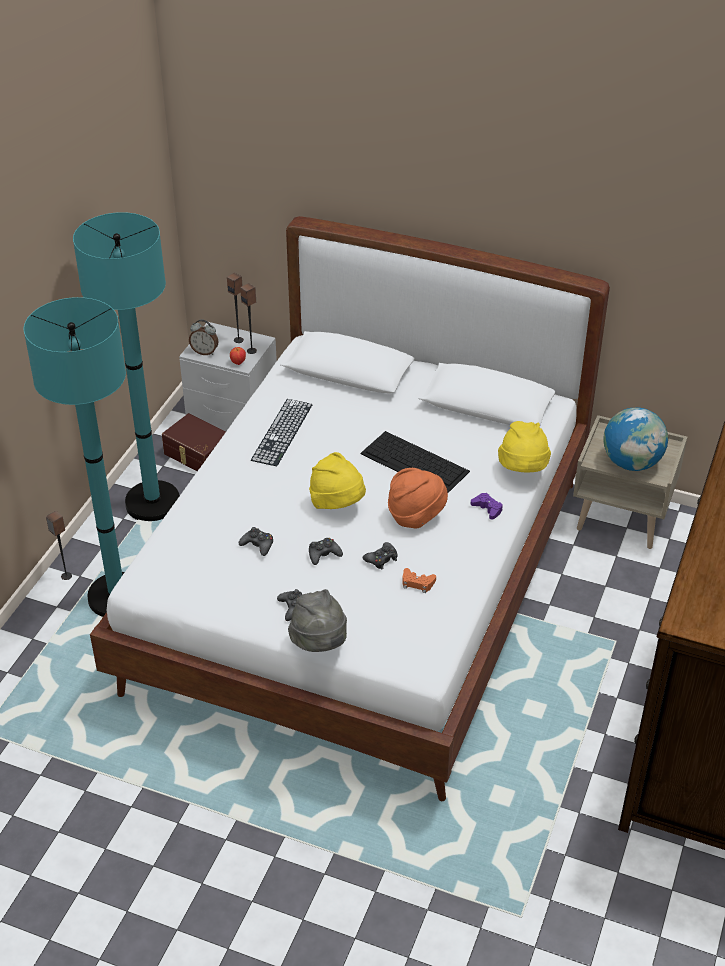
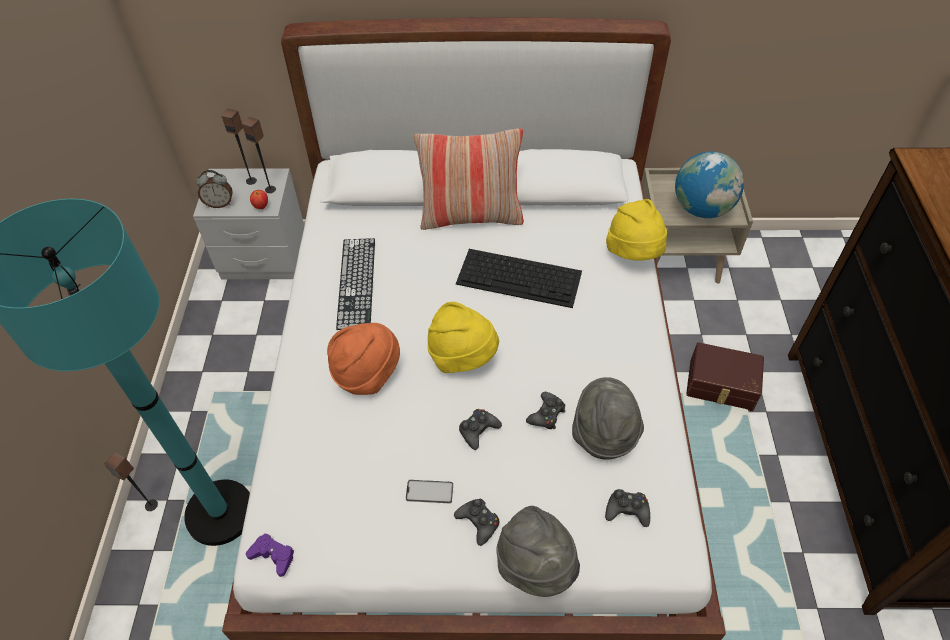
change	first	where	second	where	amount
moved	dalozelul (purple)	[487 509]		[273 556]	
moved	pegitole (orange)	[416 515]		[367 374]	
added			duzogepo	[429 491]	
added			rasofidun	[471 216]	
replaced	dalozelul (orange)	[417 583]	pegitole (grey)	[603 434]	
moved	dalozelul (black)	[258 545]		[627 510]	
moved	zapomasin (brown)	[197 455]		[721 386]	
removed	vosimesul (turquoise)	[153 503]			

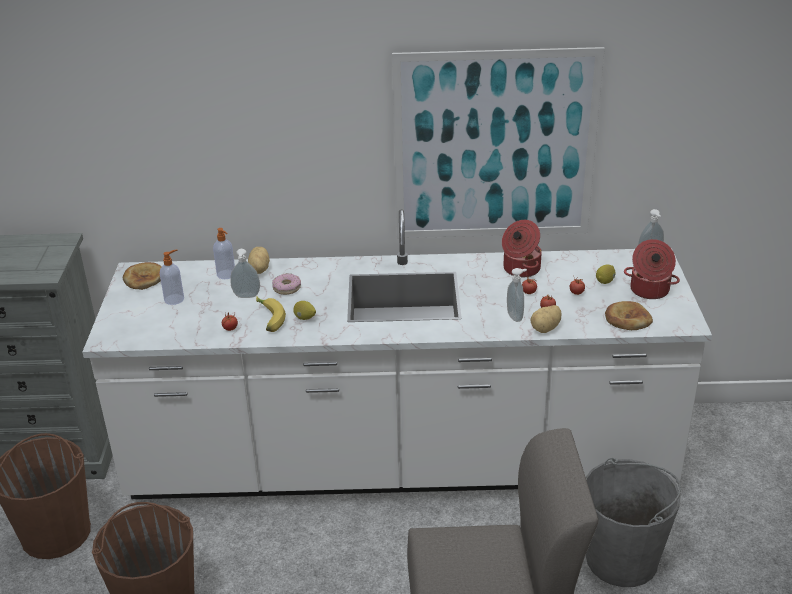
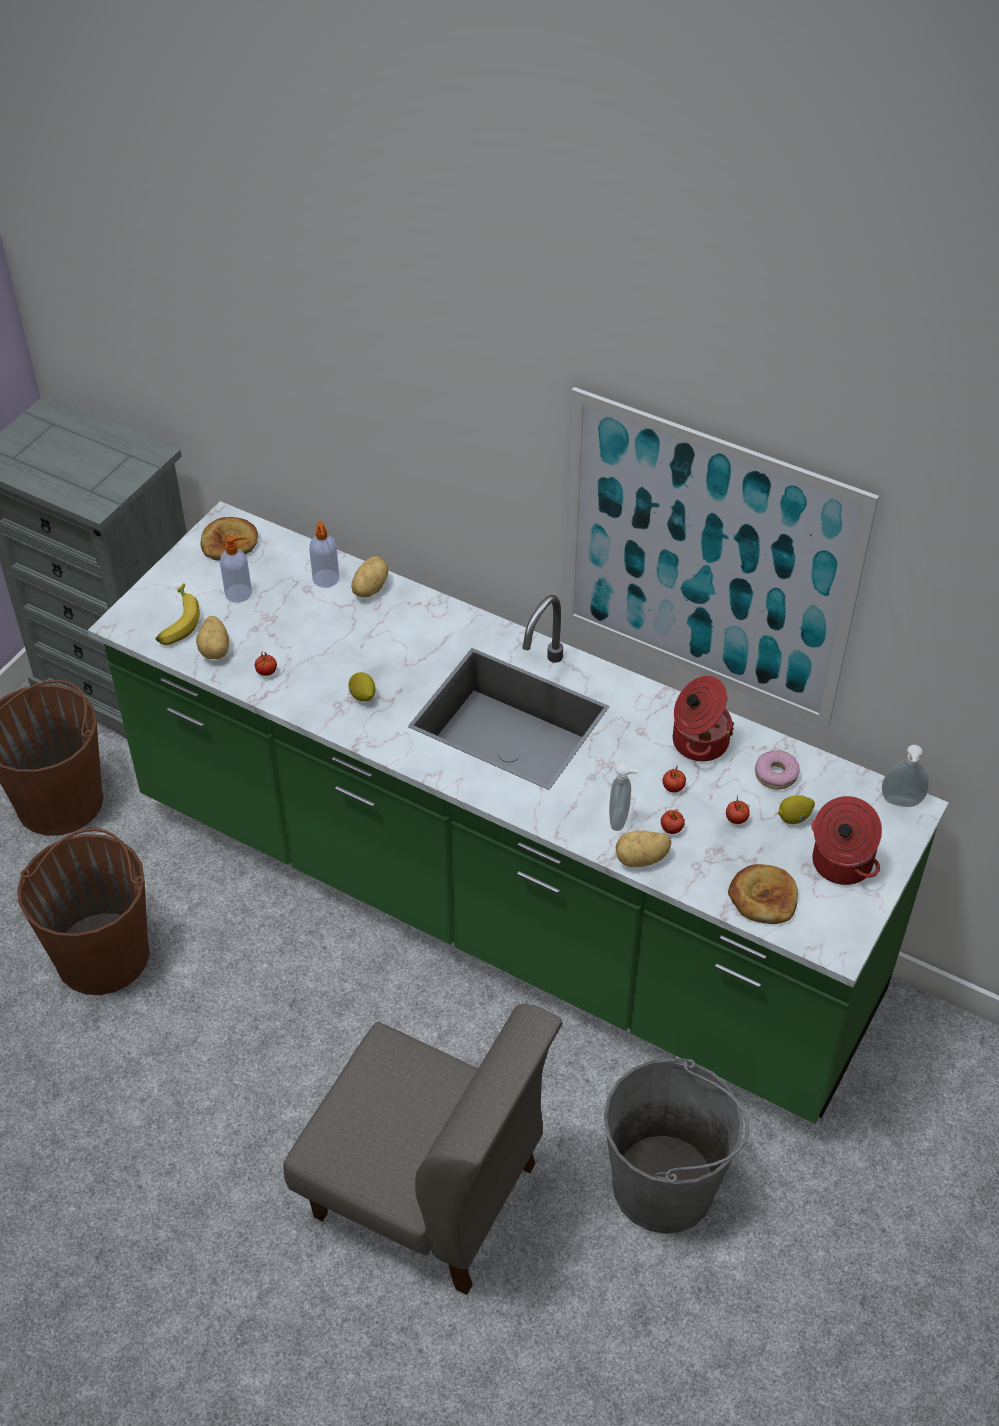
change	first	where	second	where	amount
recoloured	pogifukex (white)	[400 462]	pogifukex (green)	[499 901]	
moved	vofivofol	[268 319]		[177 622]	
added			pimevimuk	[215 649]	
moved	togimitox	[286 288]		[775 774]	
removed	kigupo	[246 296]			

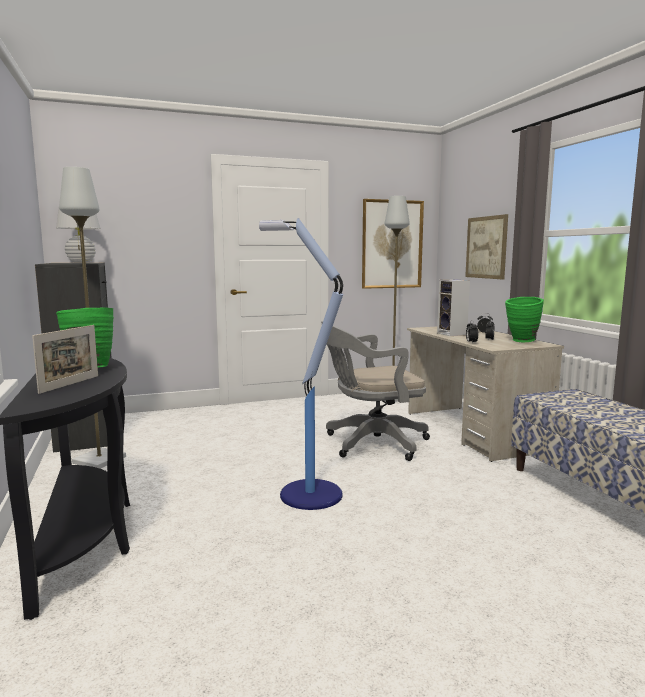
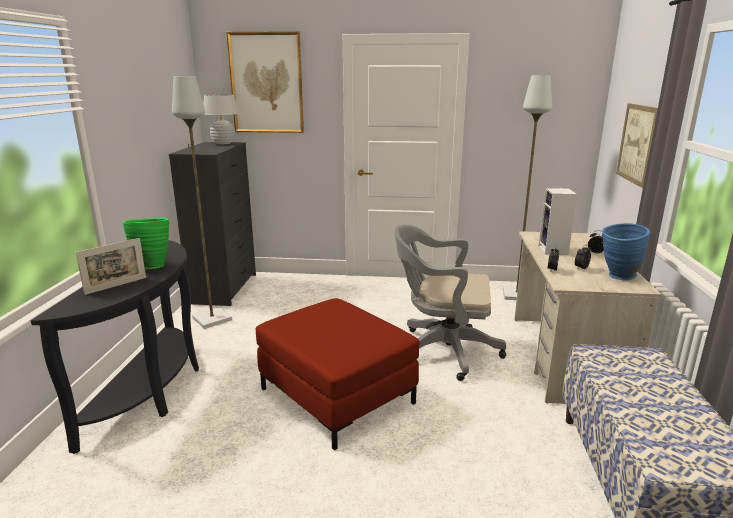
change	first	where	second	where	amount
moved	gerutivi	[392 244]		[266 83]	
replaced	vosimesul	[308 494]	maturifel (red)	[335 396]	
recoloured	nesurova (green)	[521 341]	nesurova (blue)	[617 277]	

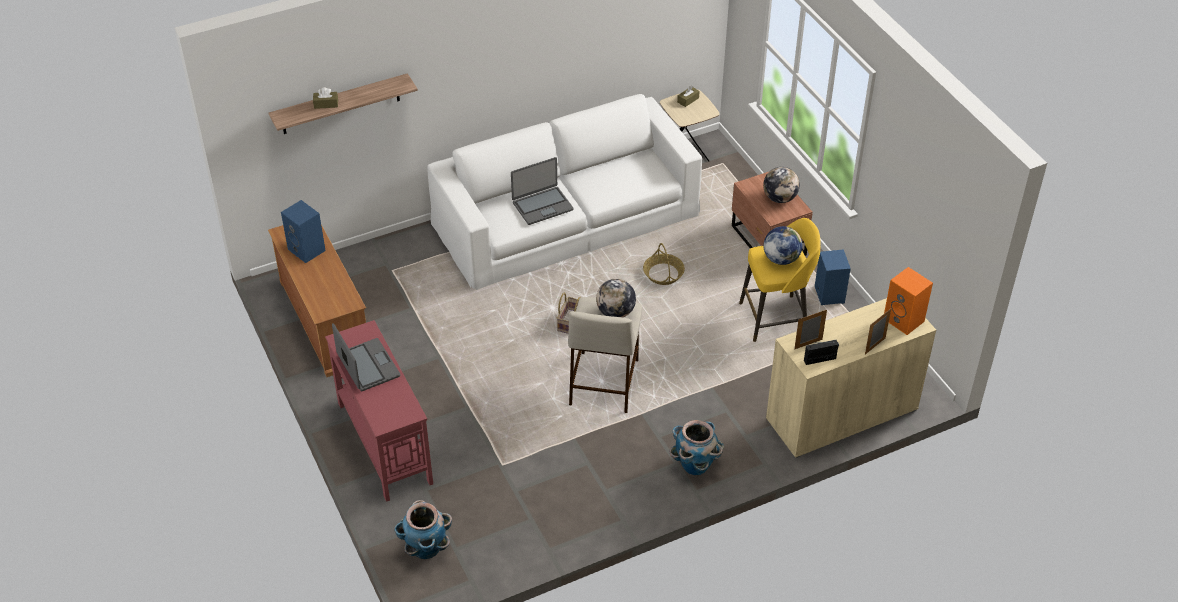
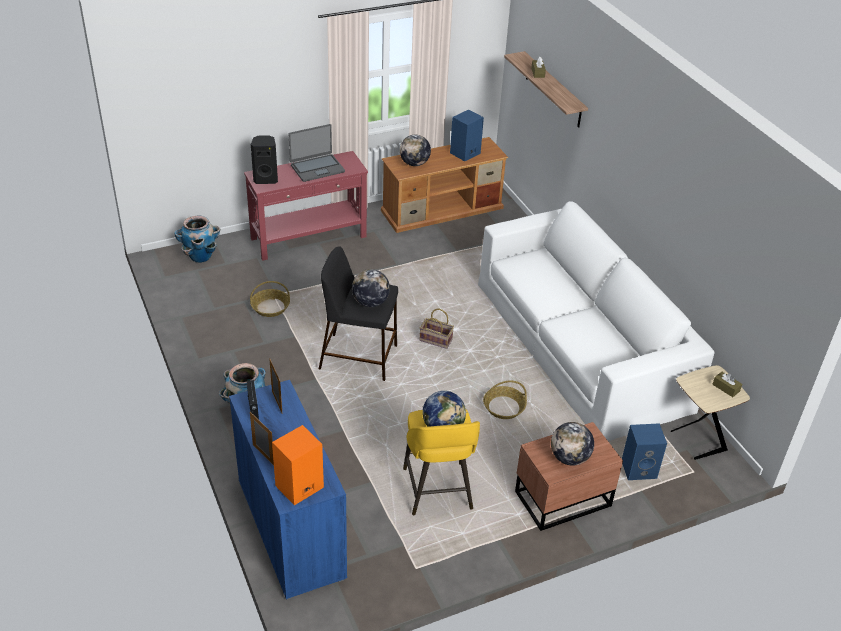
change	first	where	second	where	amount
recoloured	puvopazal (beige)	[841 414]	puvopazal (blue)	[291 529]	
added			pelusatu	[270 307]	
added			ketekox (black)	[266 179]	
recoloured	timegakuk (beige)	[604 381]	timegakuk (black)	[359 357]	
added			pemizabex	[414 164]	
moved	ketekox (blue)	[828 294]		[639 469]	
removed	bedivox	[542 206]			

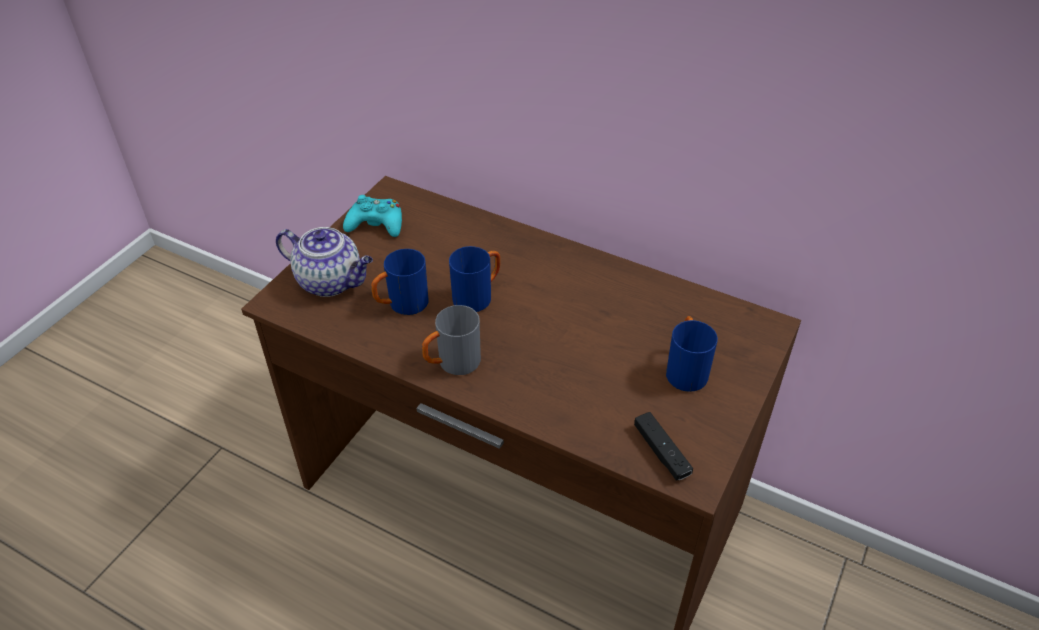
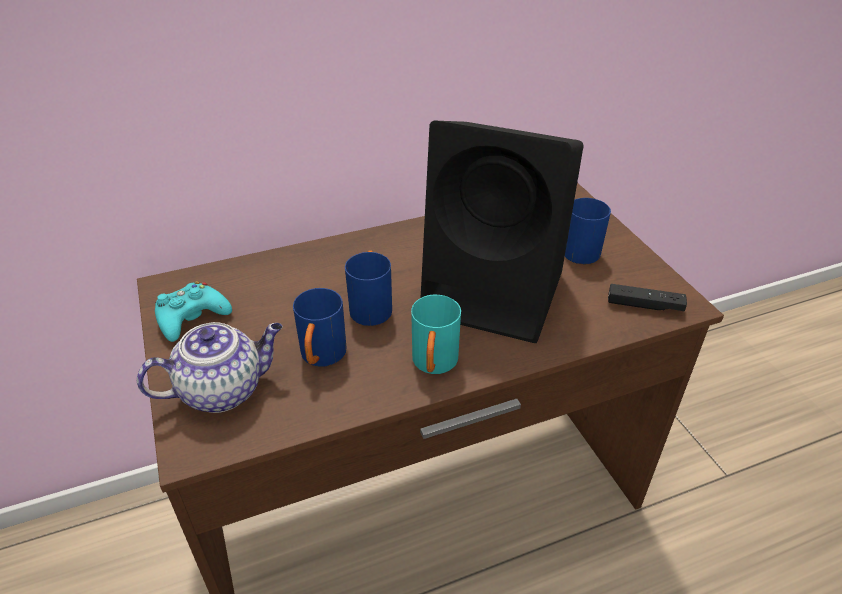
change	first	where	second	where	amount
recoloured	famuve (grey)	[452 364]	famuve (turquoise)	[434 365]	
added			ketekox (black)	[497 293]	

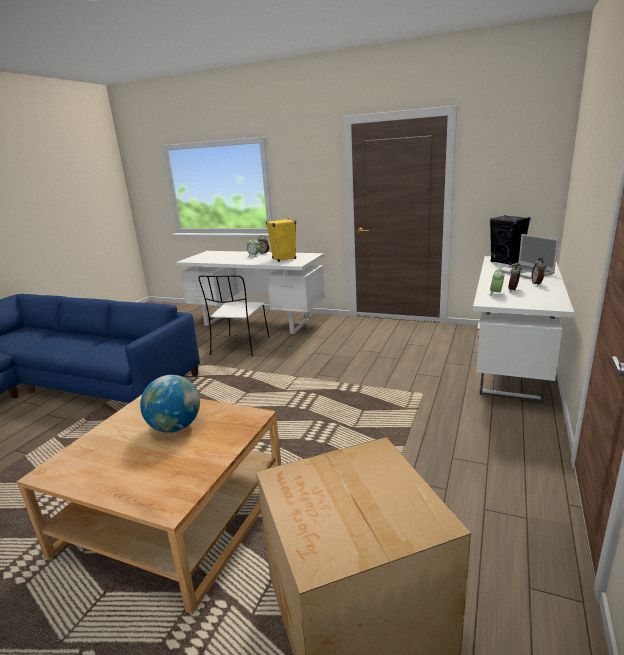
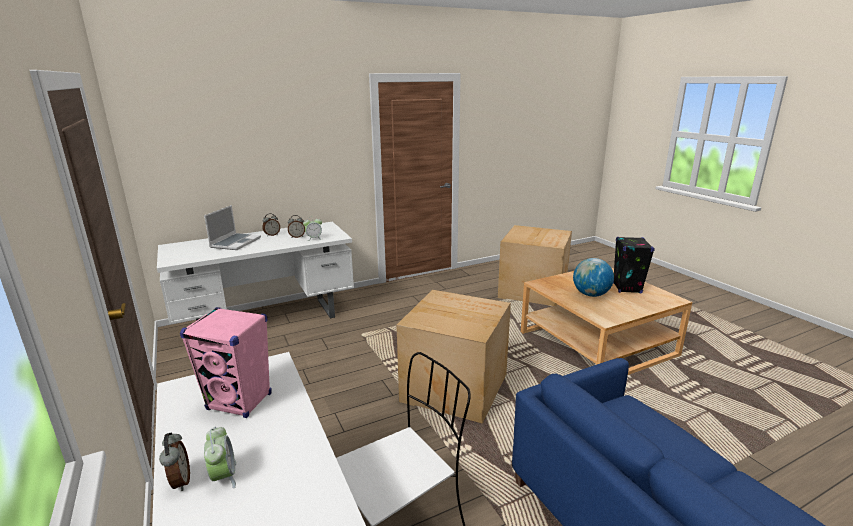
change	first	where	second	where	amount
recoloured	ketekox (yellow)	[284 259]	ketekox (pink)	[240 402]	
added			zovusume	[454 386]	
moved	ketekox (black)	[506 262]		[626 288]	

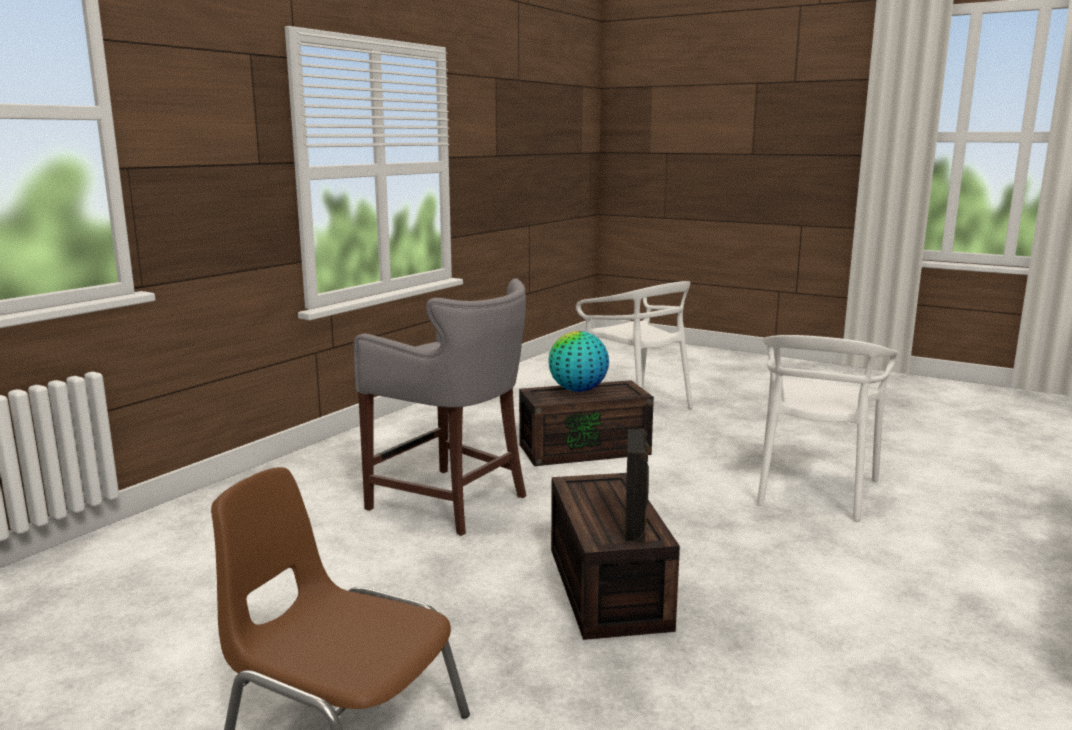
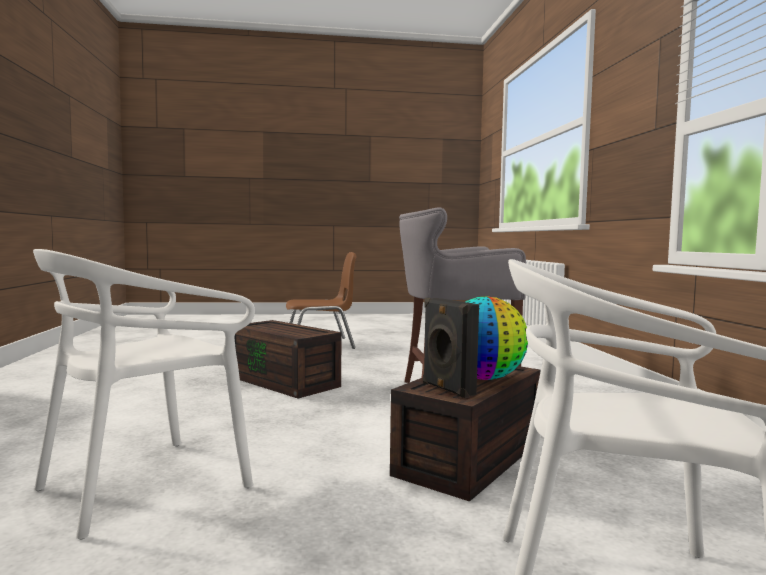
change	first	where	second	where	amount
turned	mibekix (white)	[813 490]		[145 484]	120 degrees counterclockwise
moved	ketekox (black)	[636 527]		[446 389]	

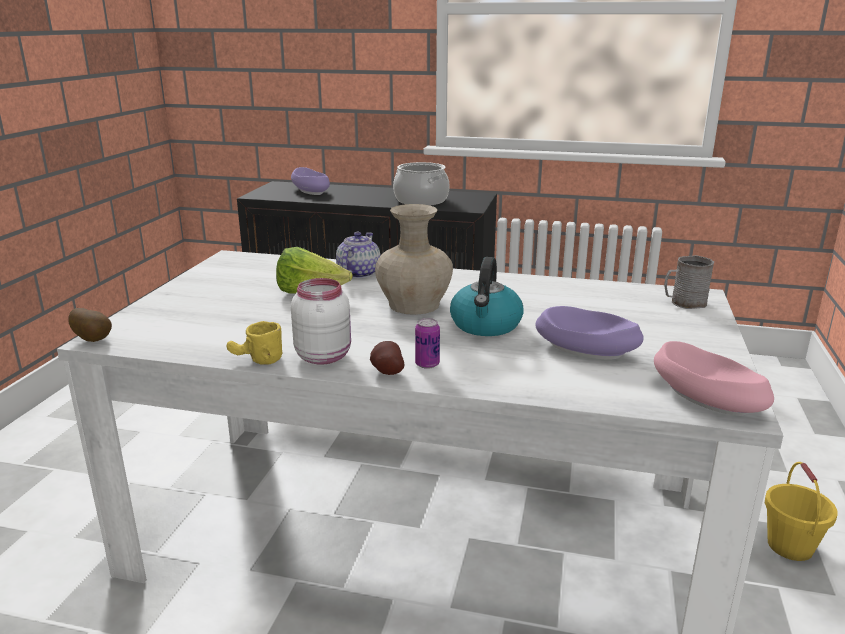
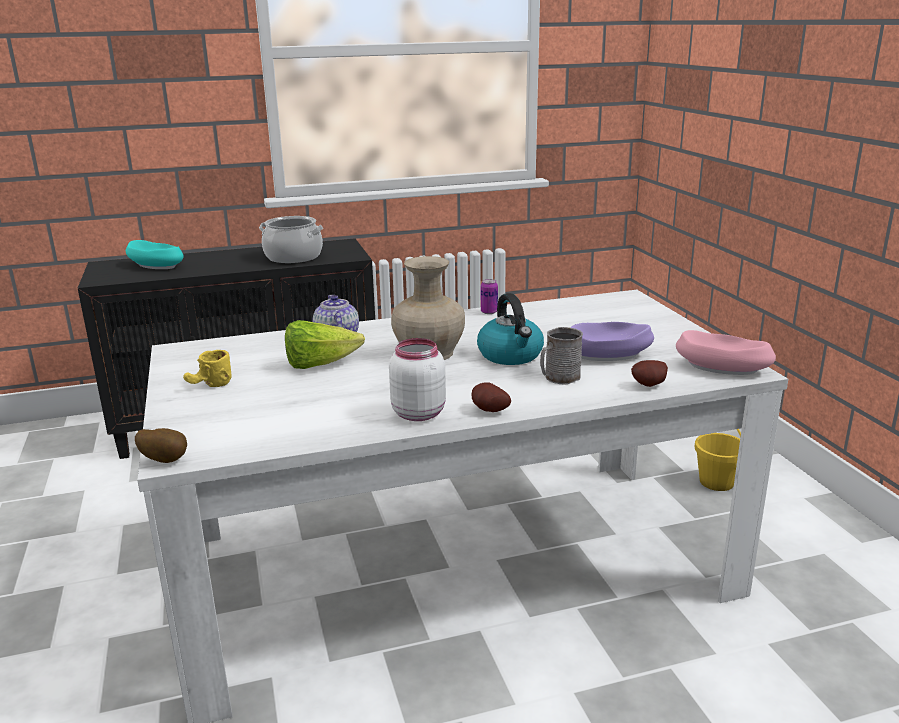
change	first	where	second	where	amount
recoloured	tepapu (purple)	[310 191]	tepapu (turquoise)	[156 266]	
moved	famuve (yellow)	[256 361]		[210 385]	
moved	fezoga	[427 364]		[489 312]	
moved	famuve (grey)	[683 303]		[558 378]	
added			pimevimuk	[650 385]	

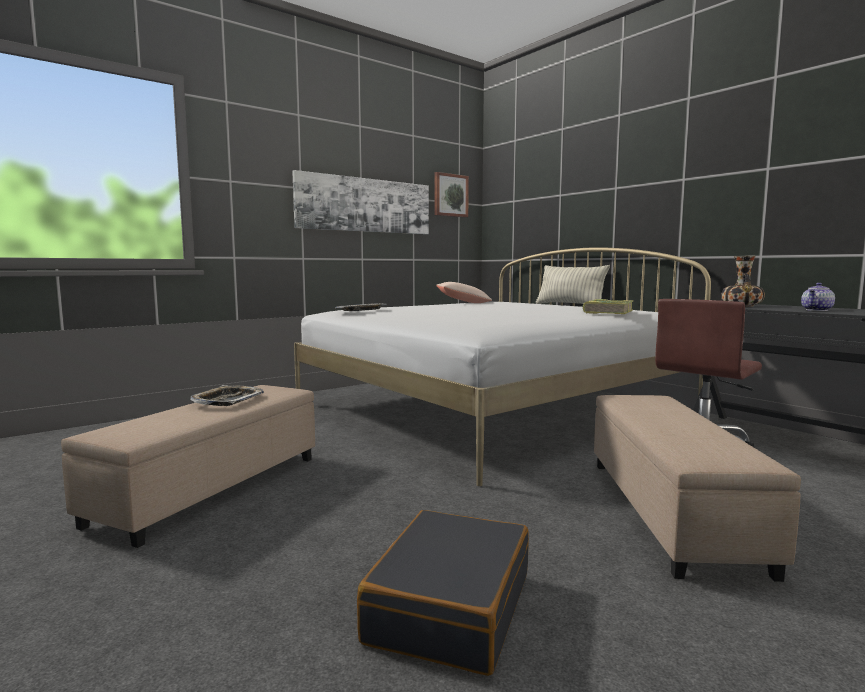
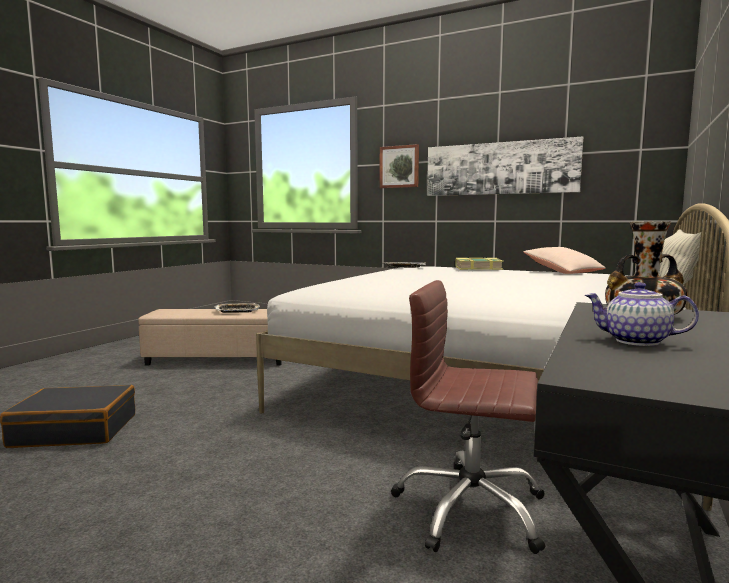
change	first	where	second	where	amount
moved	gerutivi	[450 195]		[399 167]	
moved	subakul	[607 312]		[478 268]	
removed	maturifel (beige)	[671 511]			

